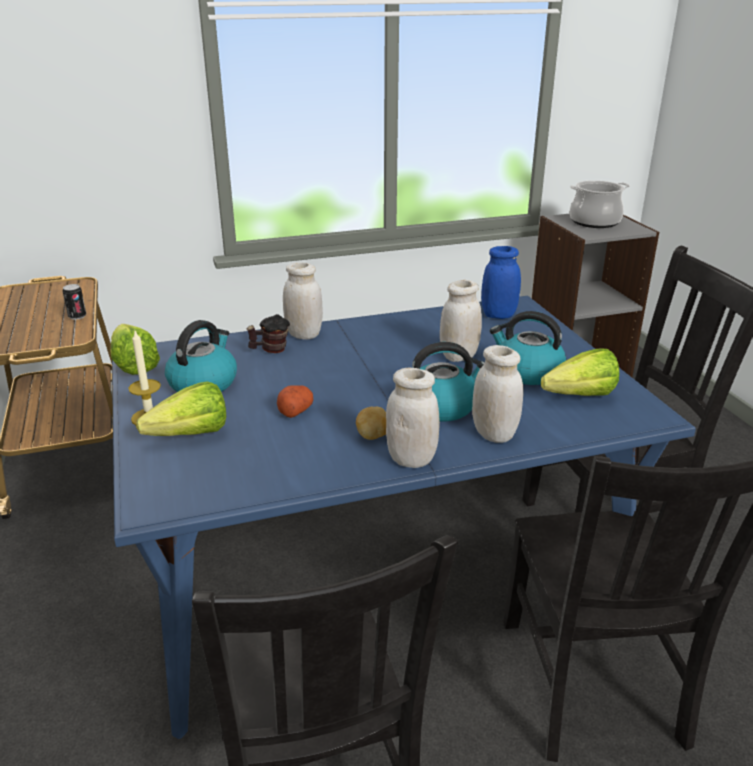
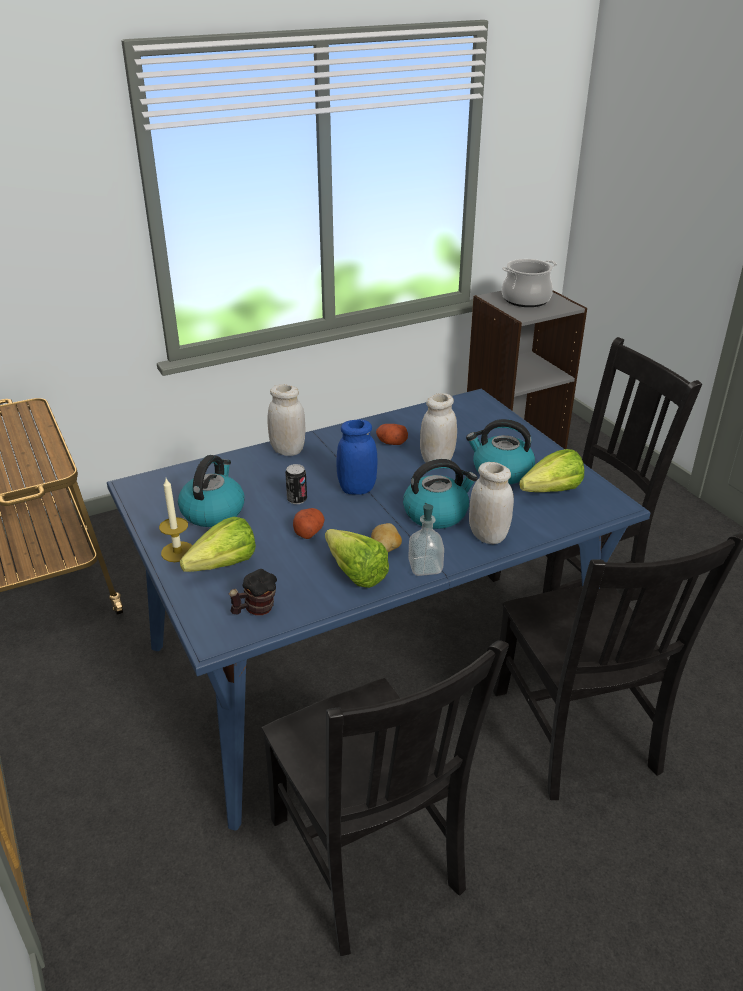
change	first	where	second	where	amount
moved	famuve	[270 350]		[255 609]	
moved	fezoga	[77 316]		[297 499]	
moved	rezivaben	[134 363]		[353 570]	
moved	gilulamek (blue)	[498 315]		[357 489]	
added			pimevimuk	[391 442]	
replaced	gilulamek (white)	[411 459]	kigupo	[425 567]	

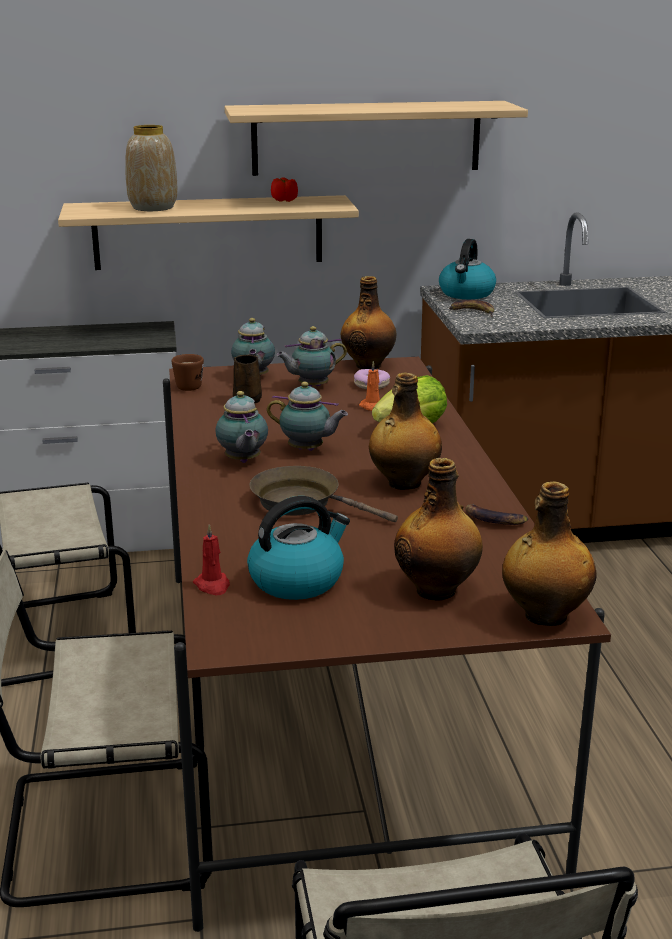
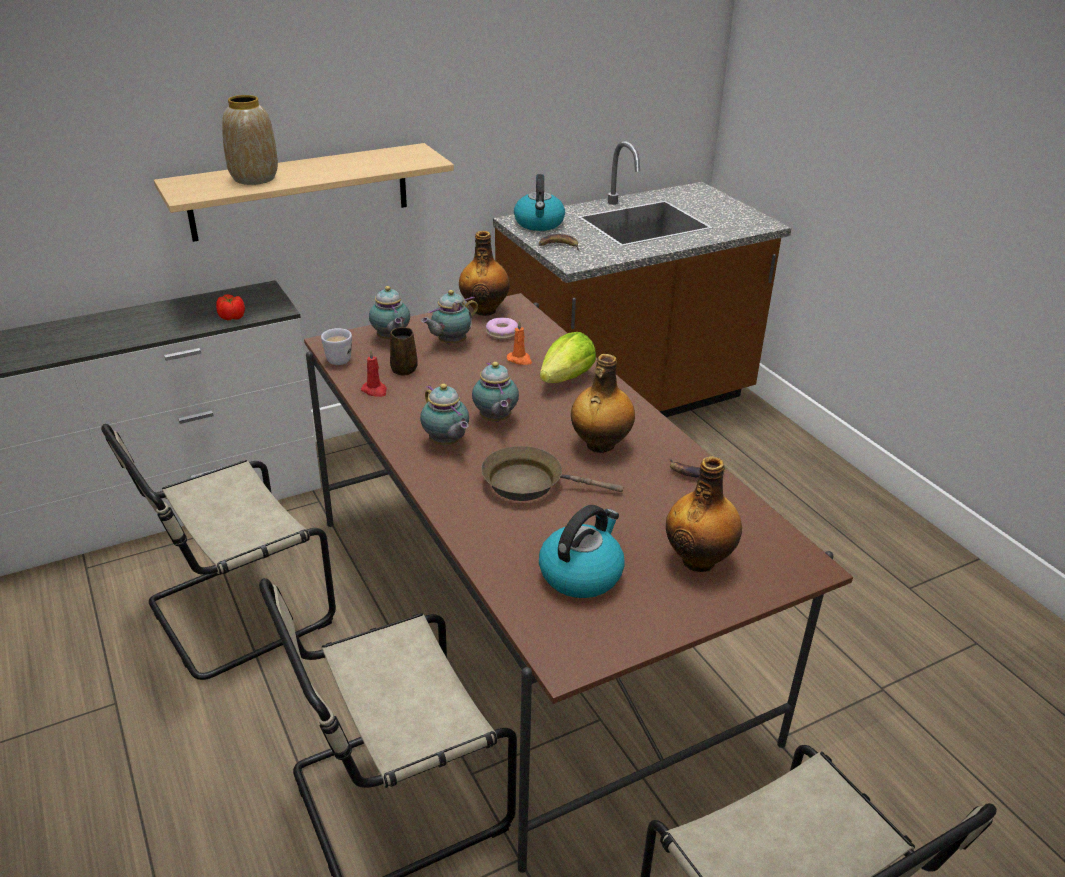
change	first	where	second	where	amount
moved	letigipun	[284 200]		[232 317]	
recoloured	famuve (brown)	[188 385]	famuve (white)	[337 358]	
moved	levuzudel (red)	[213 586]		[375 390]	
turned	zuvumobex	[308 450]		[495 420]	75 degrees clockwise
removed	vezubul	[366 138]			
removed	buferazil	[544 616]			

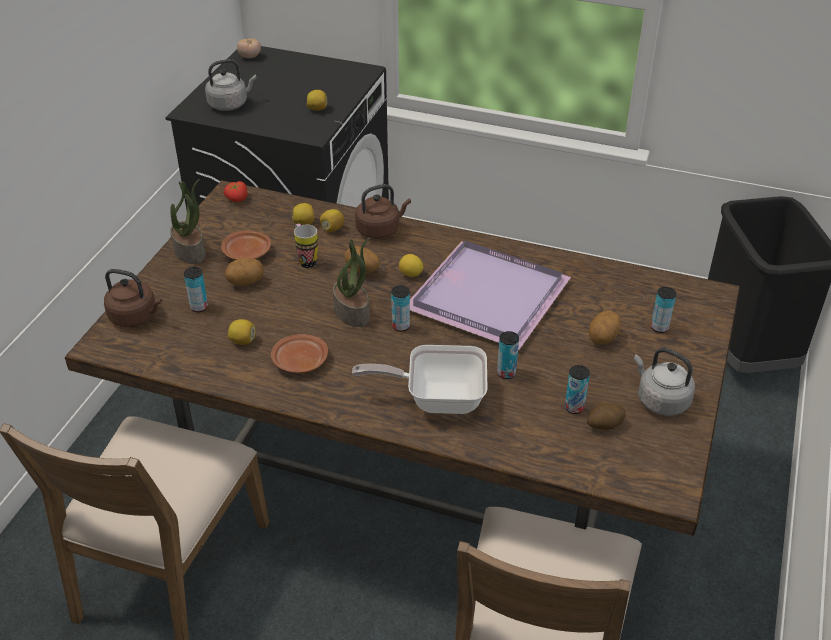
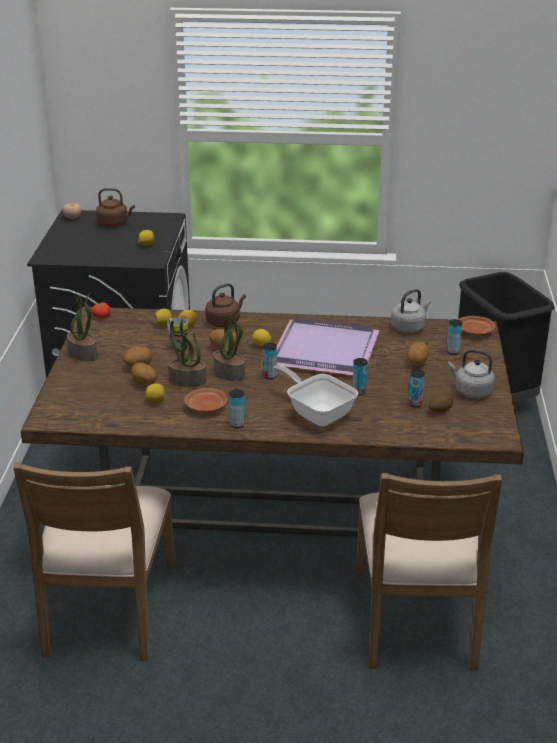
change	first	where	second	where	amount
moved	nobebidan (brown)	[135 317]		[114 223]	
added			pimevimuk	[144 383]	
added			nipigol	[187 381]	
moved	fezoga	[199 307]		[237 424]	
turned	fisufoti	[436 398]		[317 413]	60 degrees clockwise
moved	nobebidan (grey)	[230 104]		[409 327]	
moved	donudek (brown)	[247 253]		[475 331]	

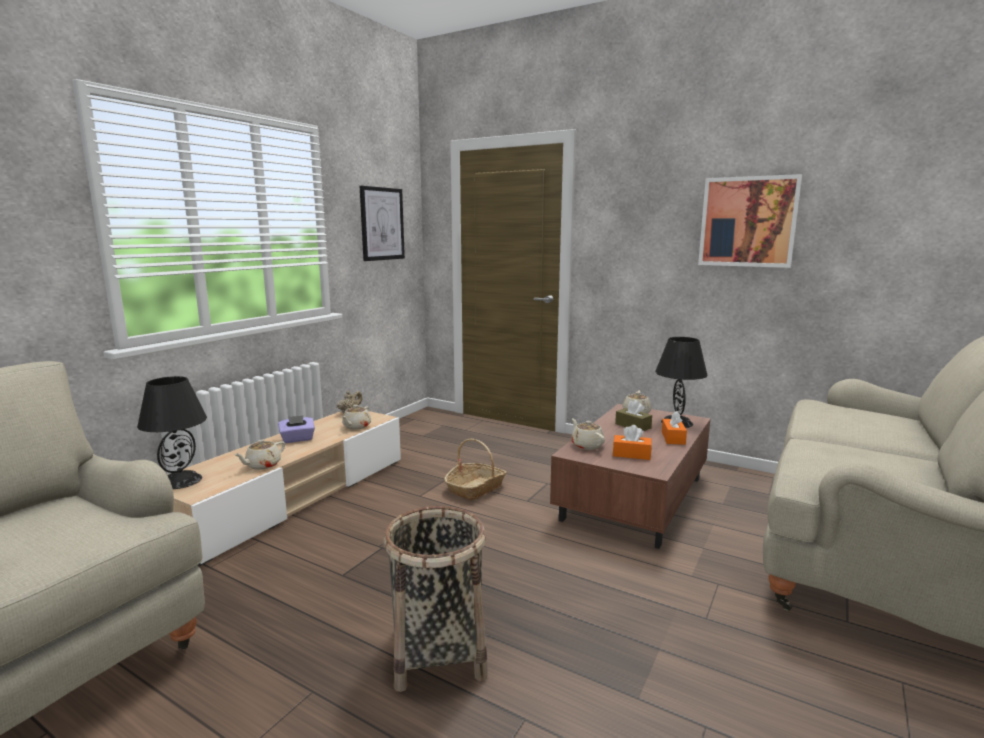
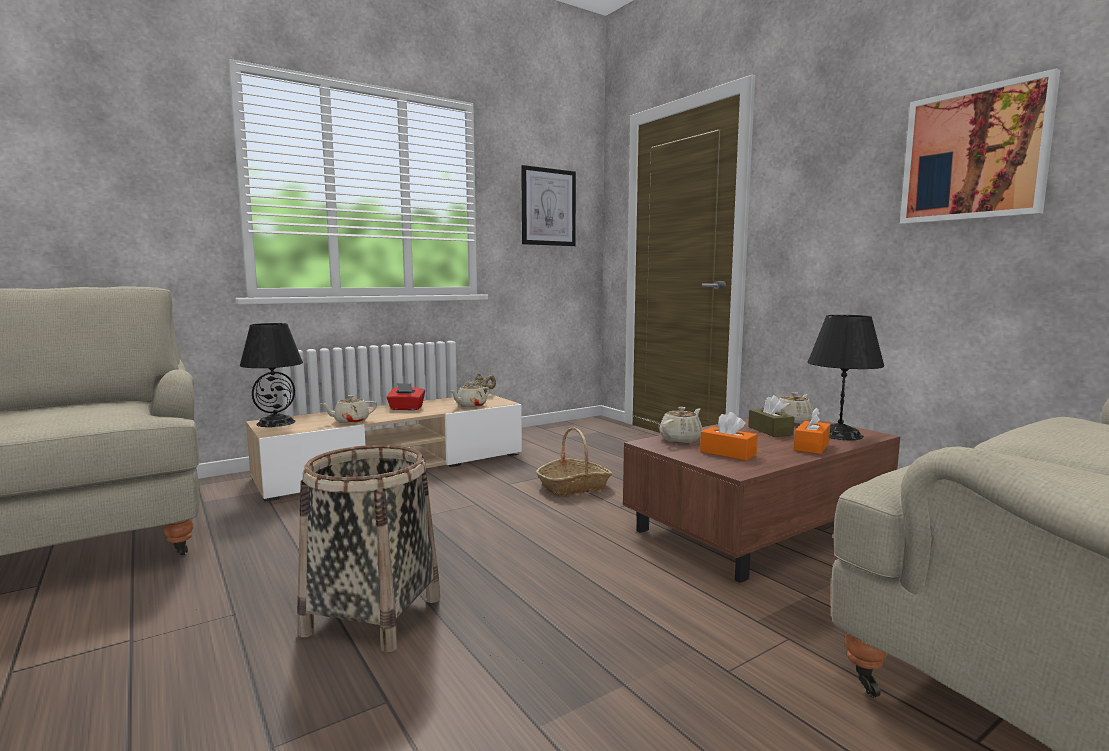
change	first	where	second	where	amount
recoloured	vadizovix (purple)	[297 439]	vadizovix (red)	[406 408]	
turned	zuvumobex (beige)	[587 445]		[681 439]	45 degrees clockwise

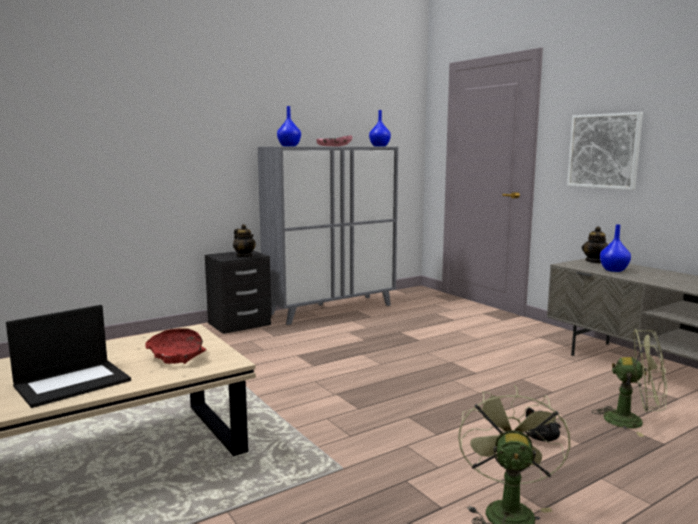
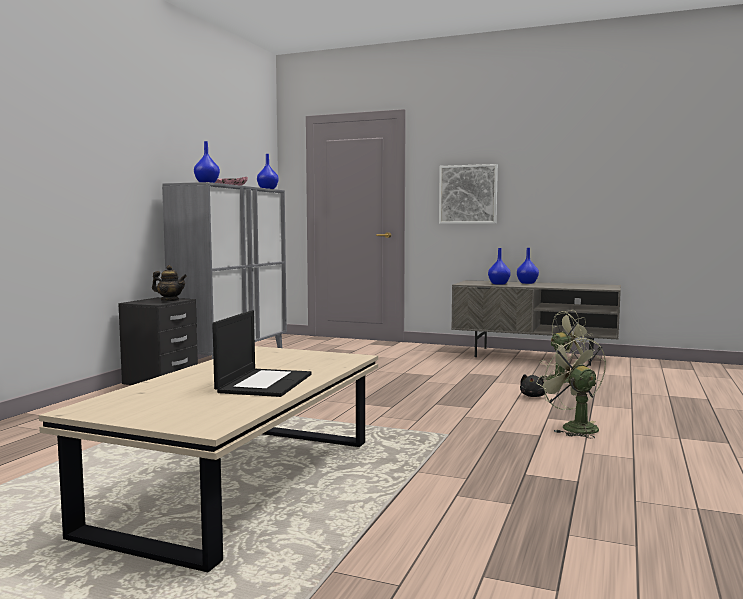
change	first	where	second	where	amount
added			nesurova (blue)	[527 283]	
removed	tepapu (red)	[177 356]			
removed	zuvumobex	[595 261]			

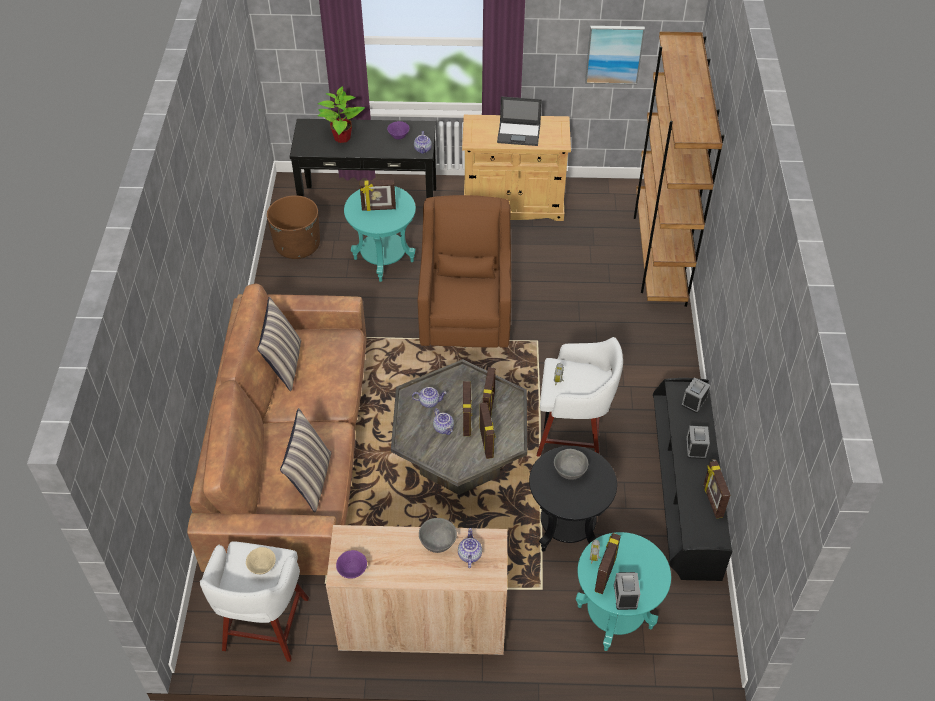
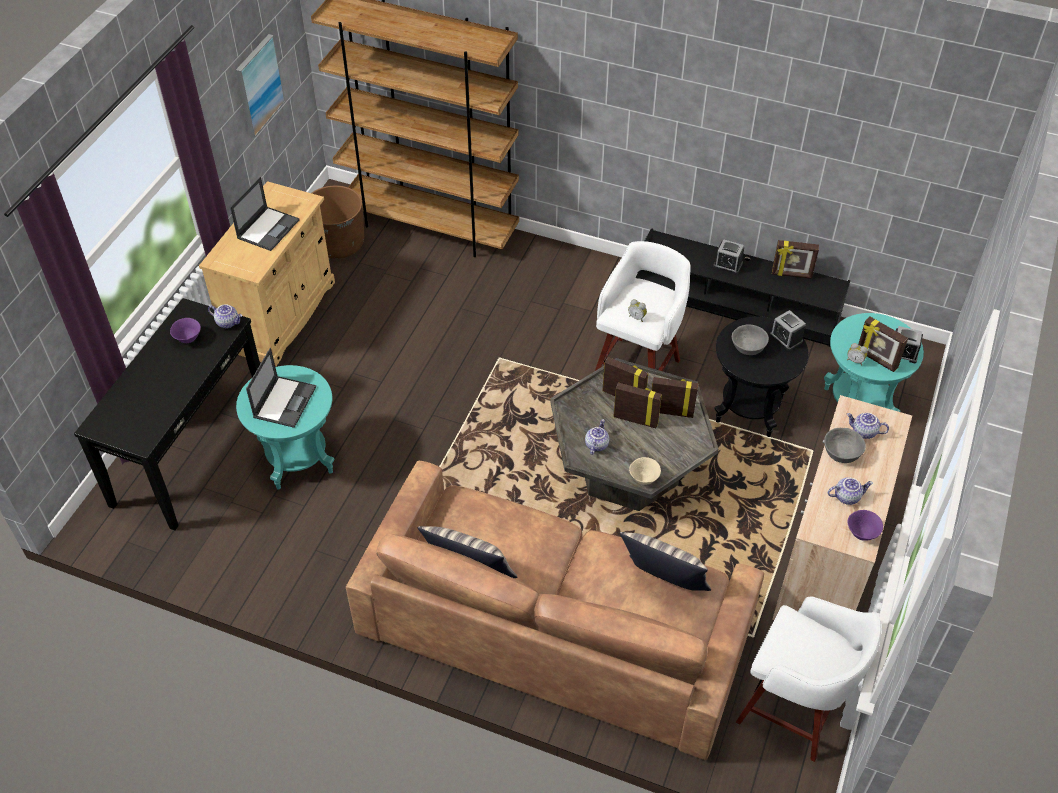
change	first	where	second	where	amount
replaced	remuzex	[378 208]	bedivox	[285 401]	
moved	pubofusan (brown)	[297 245]		[338 243]	
moved	tepapu (beige)	[262 568]		[644 479]	
moved	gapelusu	[694 401]		[786 338]	
moved	zuvumobex	[444 428]		[847 496]	
removed	nipigol	[341 138]			
removed	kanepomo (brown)	[466 316]			

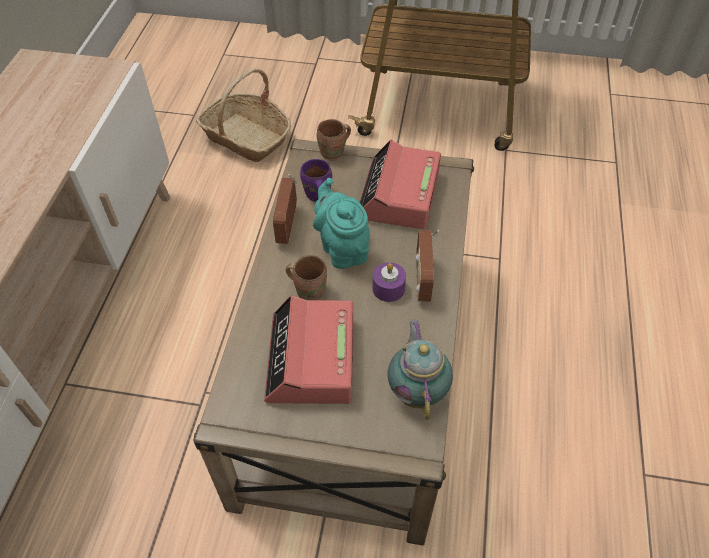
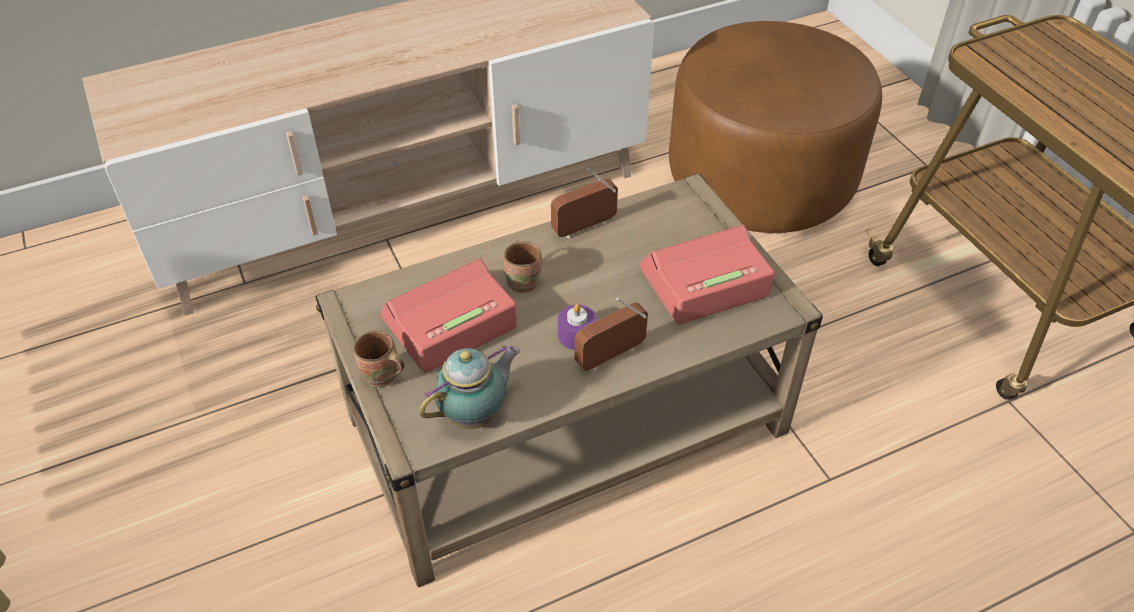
change	first	where	second	where	amount
moved	famuve (brown)	[334 153]		[382 377]	
replaced	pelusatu	[246 138]	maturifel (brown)	[760 180]	
removed	famuve (purple)	[316 195]			
removed	zuvumobex (turquoise)	[342 248]			

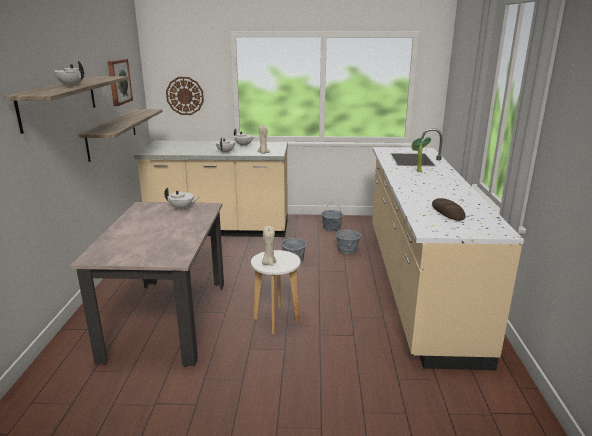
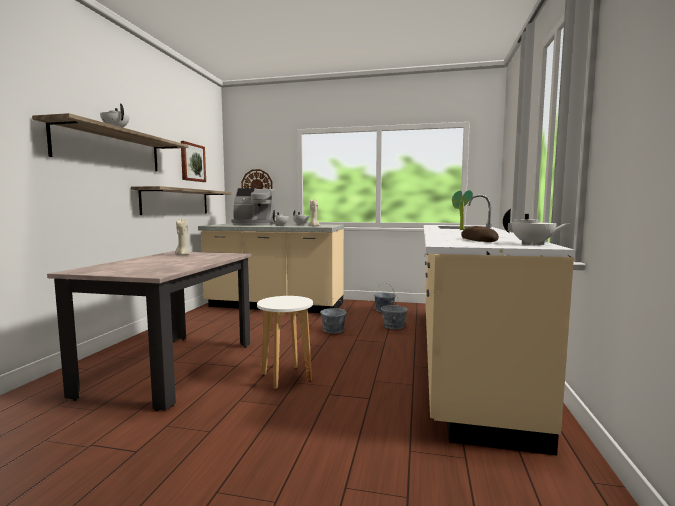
change	first	where	second	where	amount
moved	levuzudel (beige)	[269 263]		[182 255]	
added			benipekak	[253 224]	
moved	zuvumobex (white)	[182 208]		[532 244]	

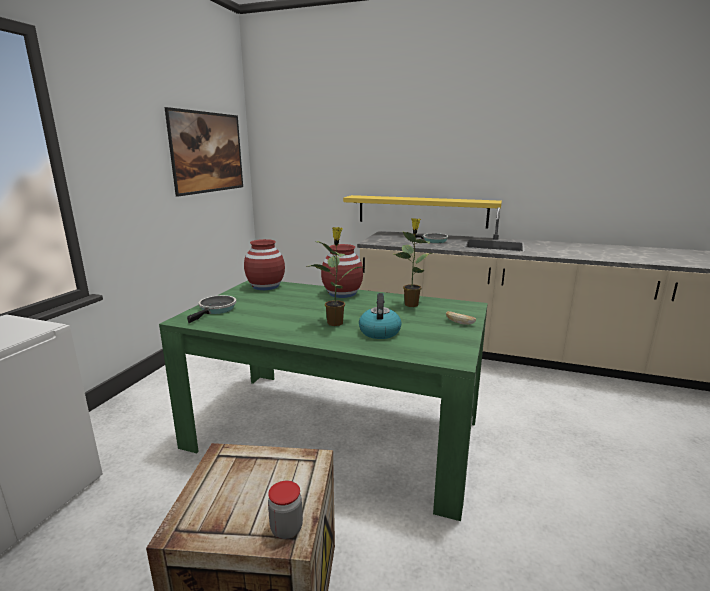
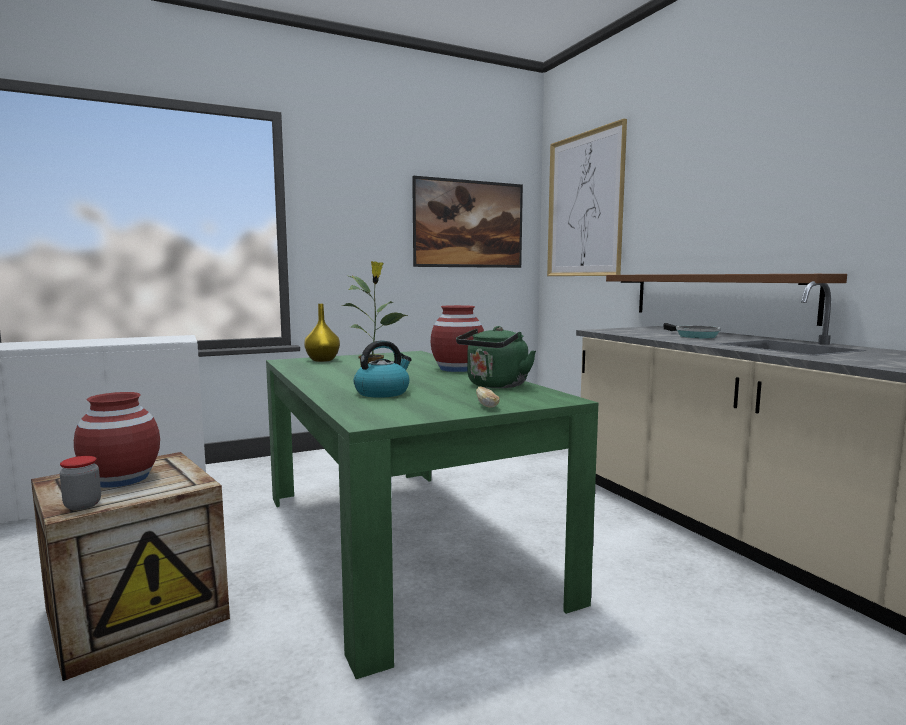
change	first	where	second	where	amount
moved	nesurova (red)	[265 286]		[121 479]	
replaced	fisufoti	[216 310]	nesurova (yellow)	[323 360]	
replaced	nipigol	[411 304]	nobebidan (green)	[495 385]	
added			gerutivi	[584 205]	
recoloured	vezubul (yellow)	[421 211]	vezubul (brown)	[717 296]	

